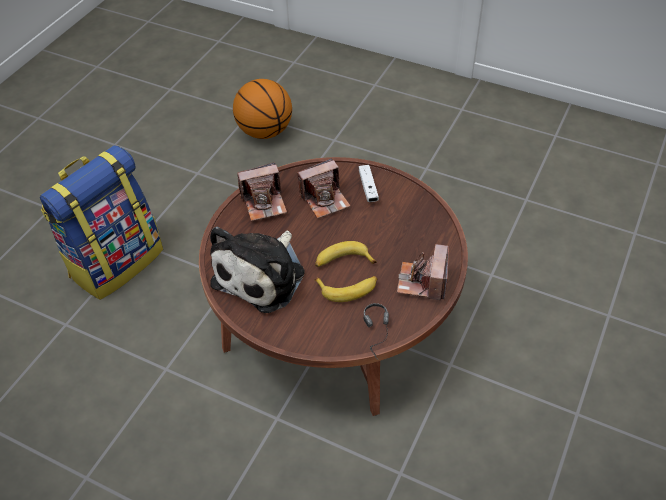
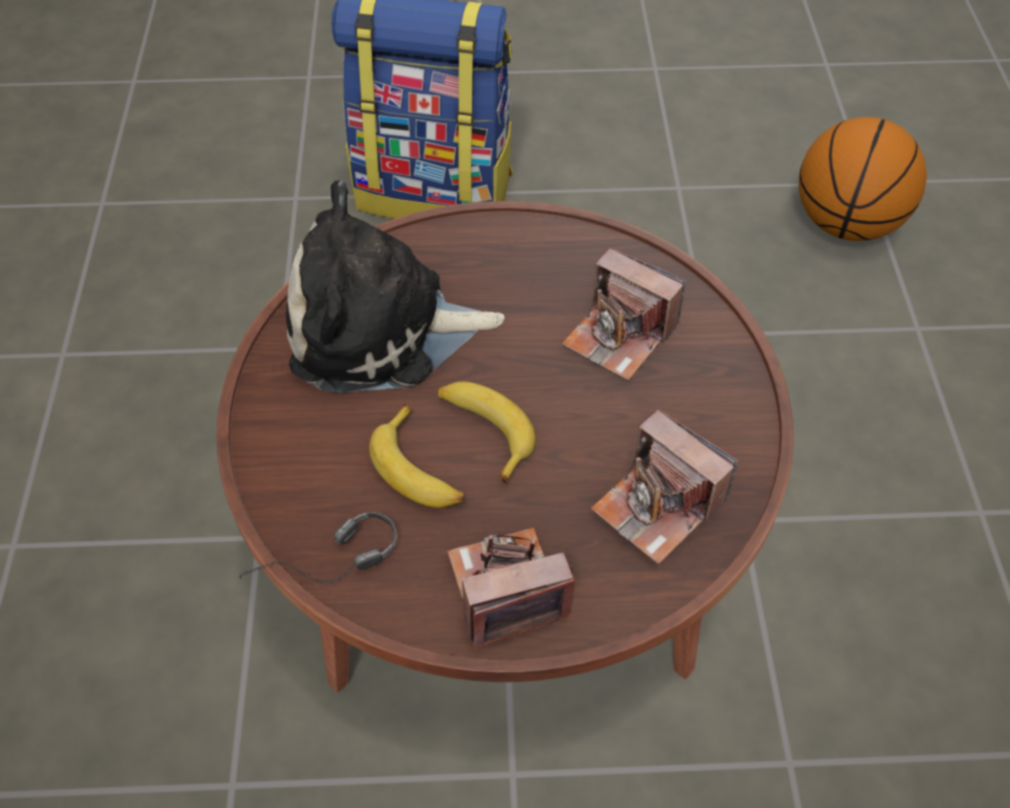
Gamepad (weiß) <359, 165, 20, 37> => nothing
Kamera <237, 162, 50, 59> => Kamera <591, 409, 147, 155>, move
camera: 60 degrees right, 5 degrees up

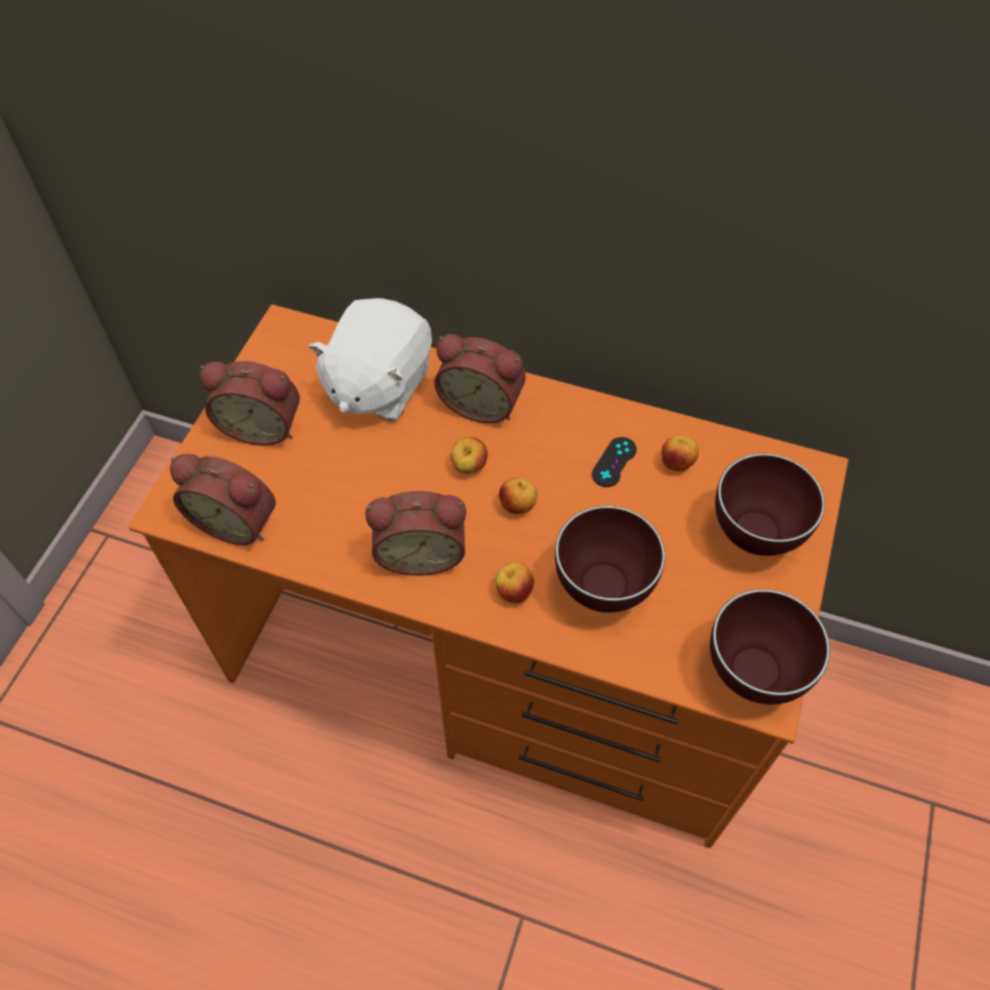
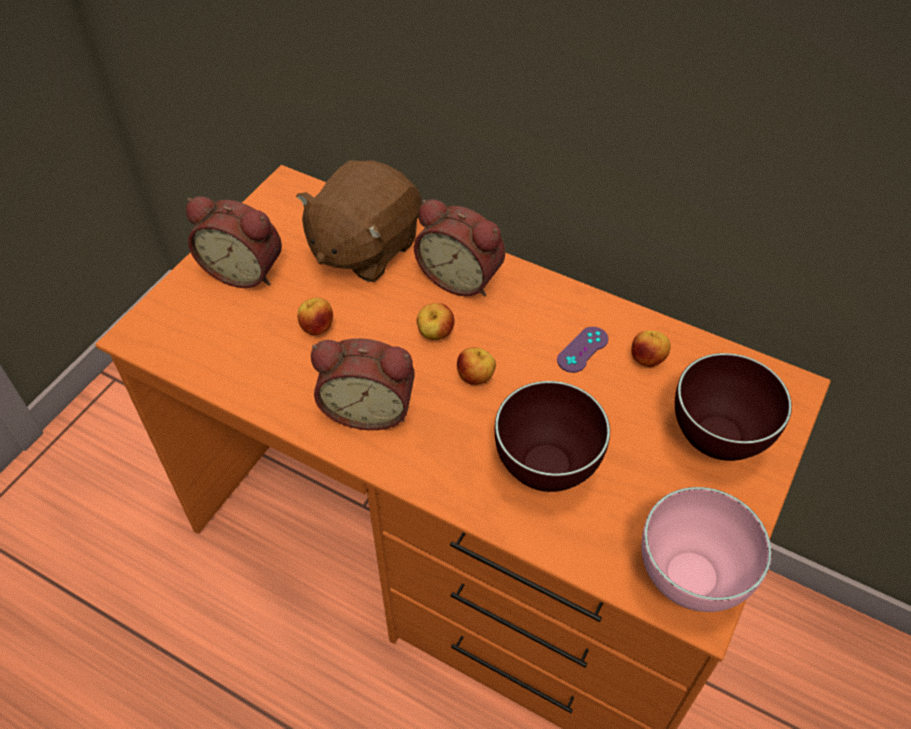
Wecker <170, 454, 106, 91> => nothing
Apfel <495, 562, 39, 41> => Apfel <297, 298, 36, 37>, move
Plüschtier (weiß) <308, 298, 124, 123> => Plüschtier (braun) <296, 160, 125, 122>
Gamepad (schwarz) <592, 437, 45, 50> => Gamepad (lila) <557, 327, 51, 46>
Schüssel (braun) <710, 589, 120, 115> => Schüssel (rosa) <641, 487, 131, 125>
camera: 10 degrees right, 5 degrees down

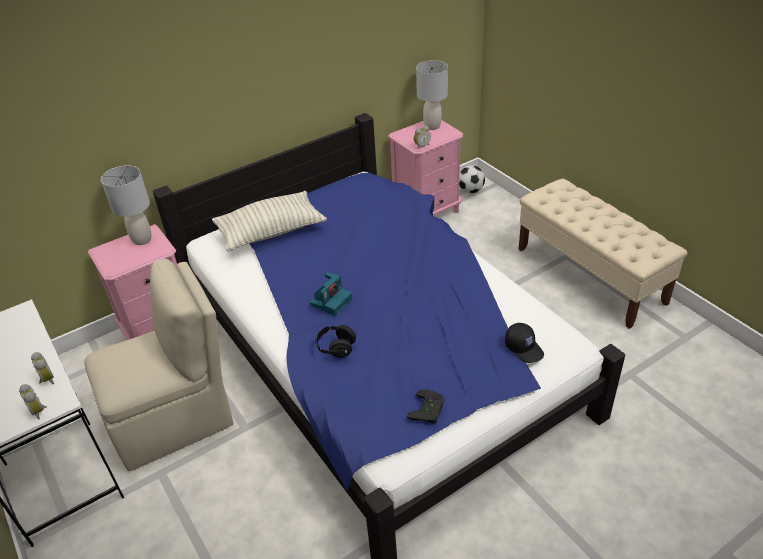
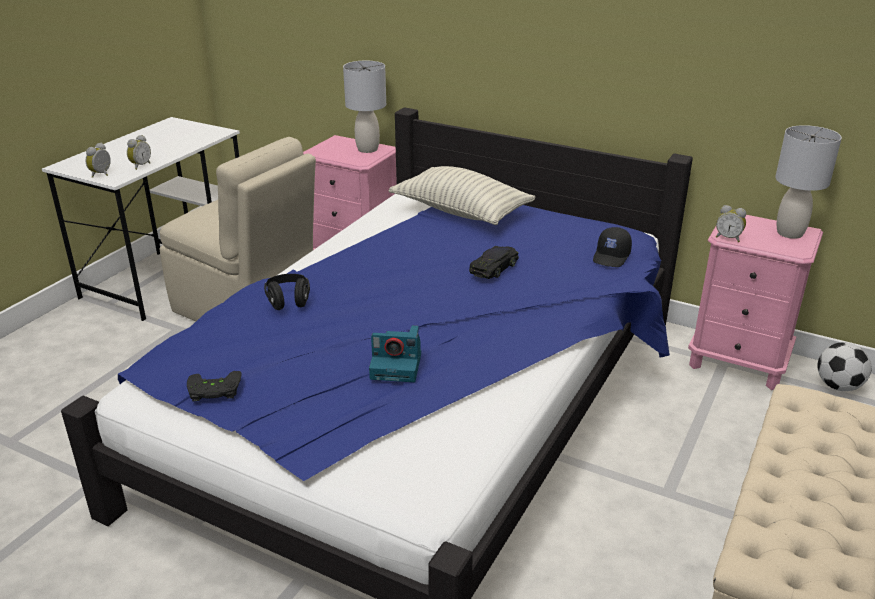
nothing => Spielzeugauto (schwarz) <469, 246, 50, 33>
Kamera <310, 272, 42, 44> => Kamera <369, 325, 52, 57>, move
Kappe (schwarz) <505, 323, 39, 40> => Kappe (schwarz) <593, 227, 39, 40>, move
camera: 60 degrees right, 10 degrees down

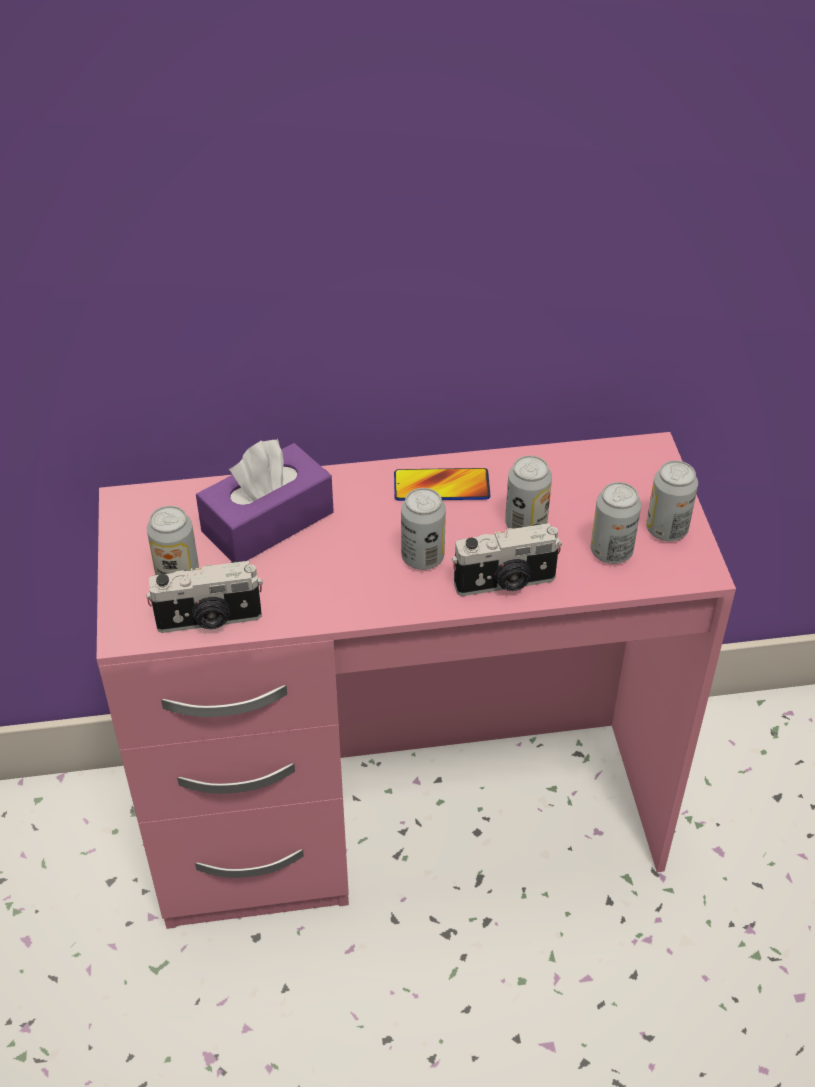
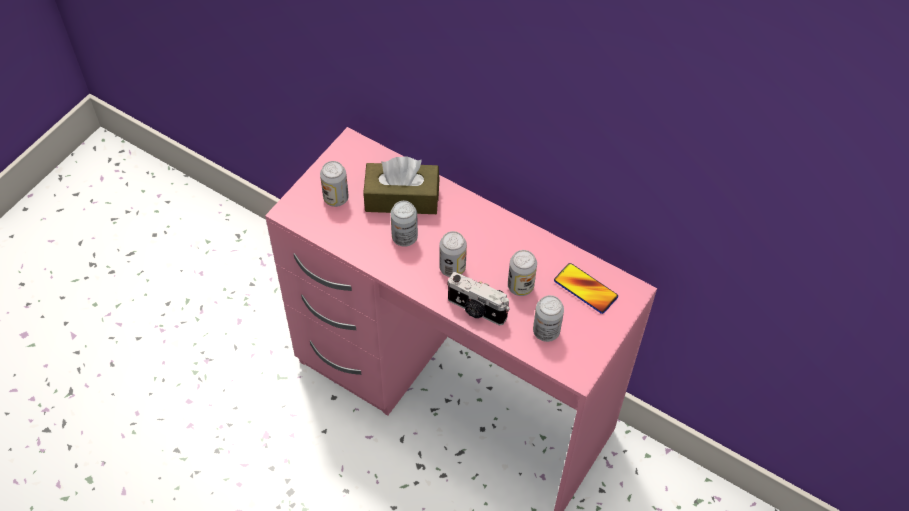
Kamera <146, 561, 117, 72> => nothing
Handy <394, 468, 96, 33> => Handy <554, 263, 64, 51>, move
Dose <646, 461, 52, 80> => Dose <391, 201, 27, 46>, move
Taschentuchbox (lila) <196, 439, 138, 123> => Taschentuchbox (braun) <363, 157, 77, 57>
camera: 40 degrees right, 10 degrees up

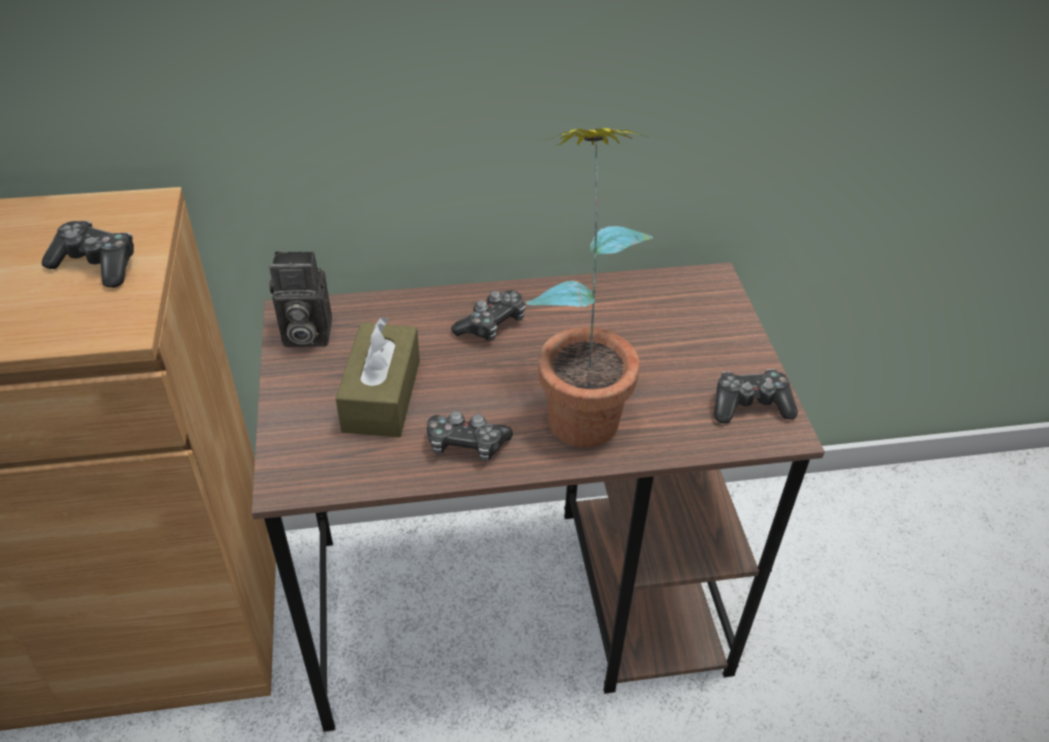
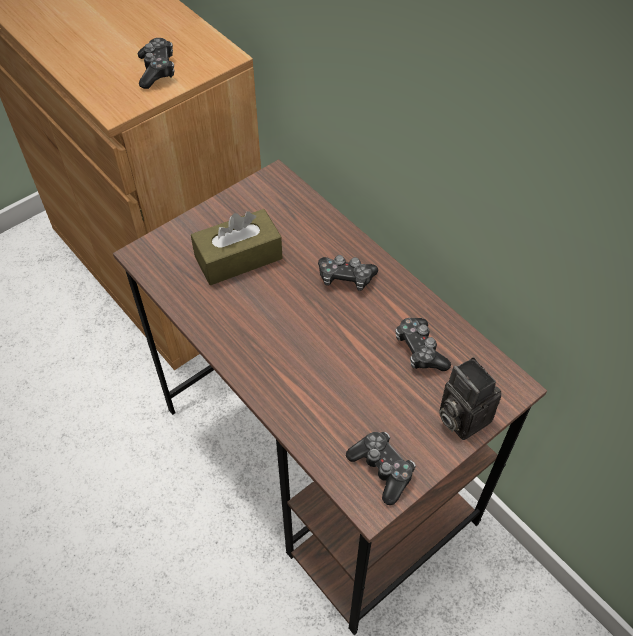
Topfpflanze <526, 128, 127, 320> => nothing
Kamera <269, 251, 63, 96> => Kamera <439, 357, 62, 83>, move
Gamepad <427, 411, 86, 51> => Gamepad <395, 318, 56, 53>, move
camera: 60 degrees right, 10 degrees up

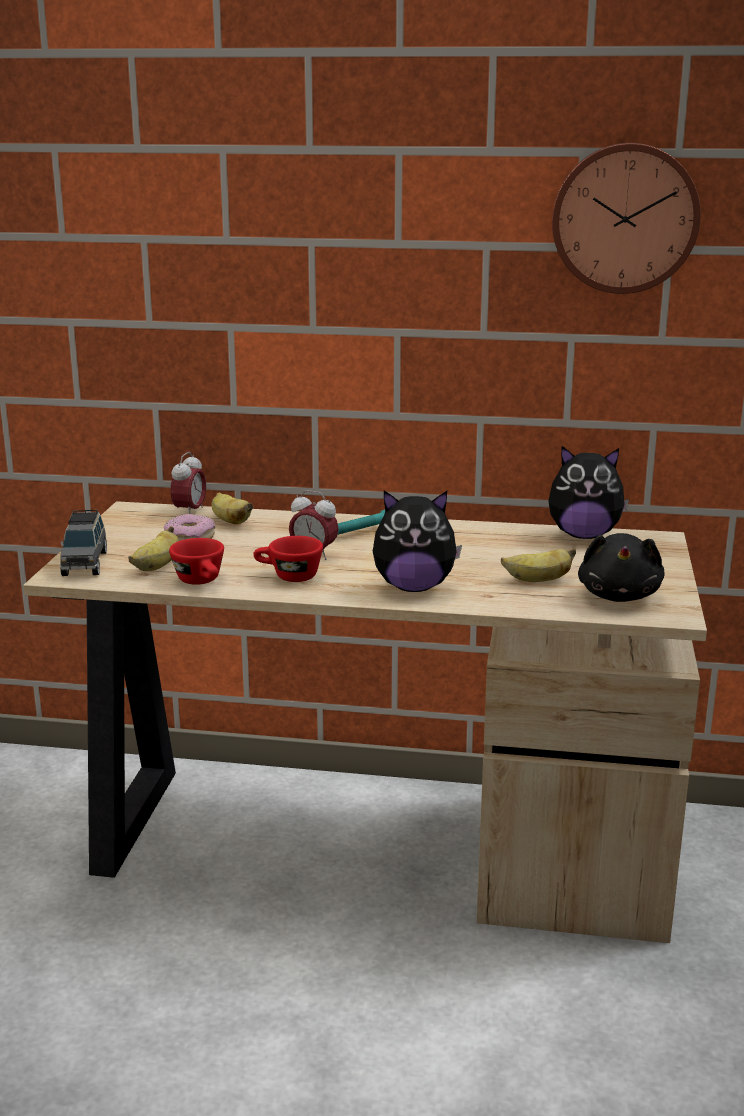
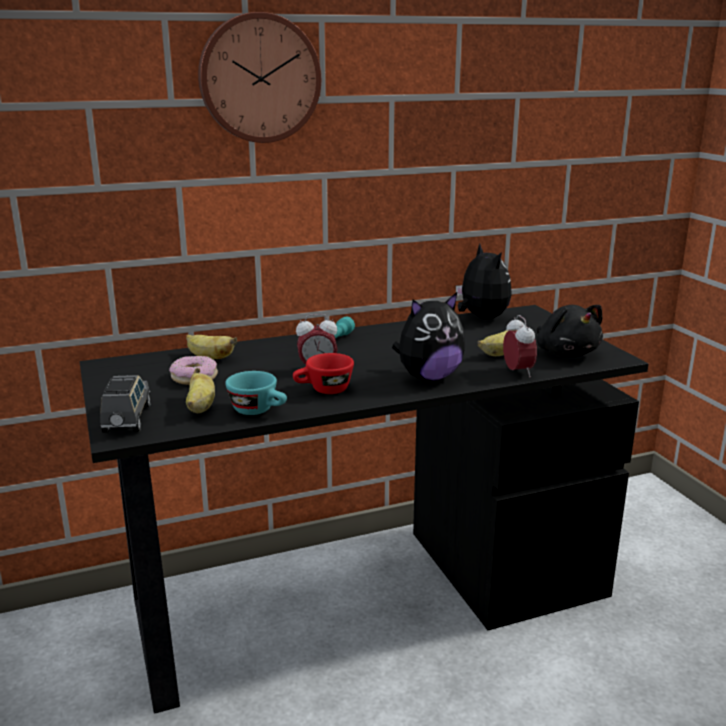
Wecker <171, 452, 35, 62> => Wecker <503, 315, 34, 62>, move
Wanduhr <552, 143, 149, 151> => Wanduhr <198, 12, 123, 131>, move
Schreibtisch (beige) <23, 501, 684, 442> => Schreibtisch (schwarz) <79, 305, 570, 409>
Tasse (rot) <169, 538, 55, 47> => Tasse (türkis) <225, 371, 62, 44>
Spielzeugauto (grau) <60, 510, 47, 66> => Spielzeugauto (grau) <100, 375, 51, 58>, 150 degrees counterclockwise
Plüschtier <548, 446, 81, 93> => Plüschtier <456, 244, 56, 75>, 90 degrees counterclockwise
camera: 30 degrees left, 0 degrees up

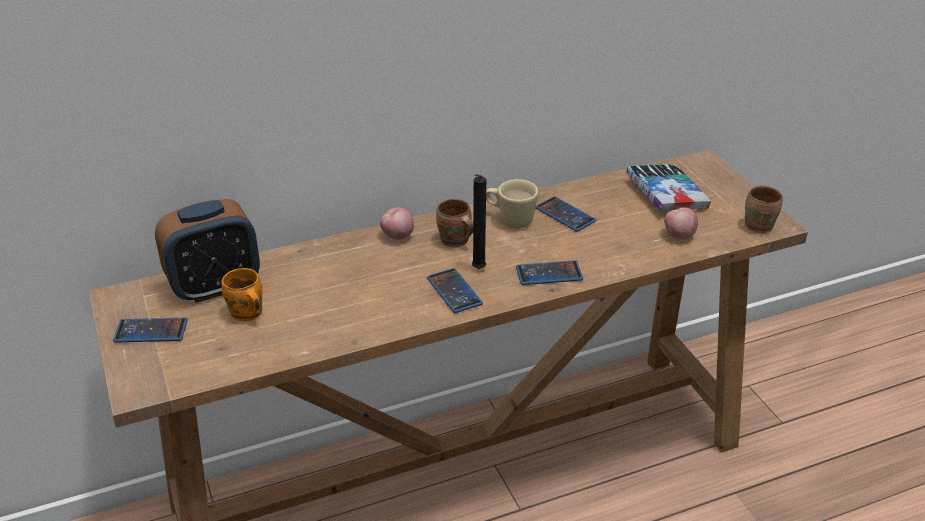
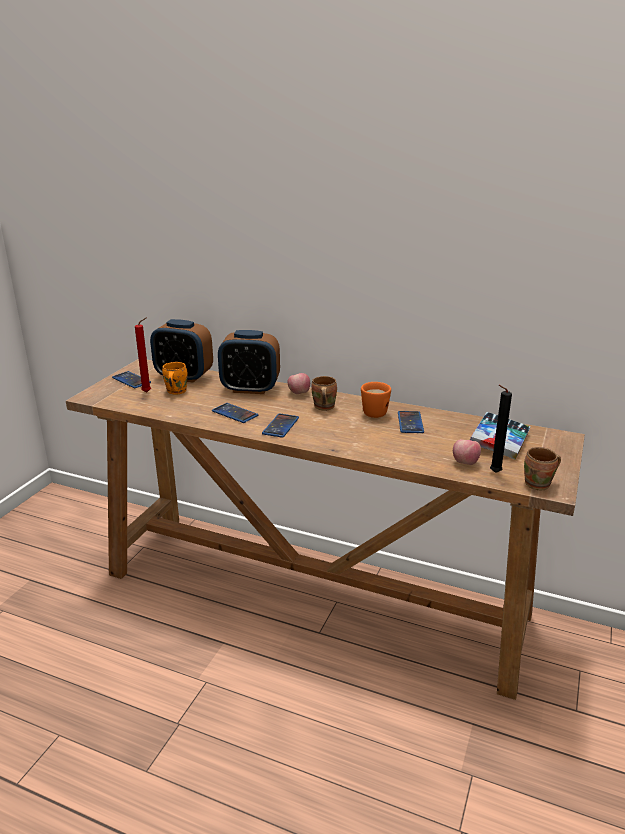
nothing => Kerze (rot) <135, 318, 16, 75>
nothing => Wecker <218, 330, 62, 64>
Kerze (schwarz) <472, 174, 14, 95> => Kerze (schwarz) <490, 385, 22, 88>, move
Handy <516, 260, 67, 25> => Handy <212, 403, 46, 20>, move
Henkelbecher (beige) <486, 179, 52, 50> => Henkelbecher (orange) <361, 382, 30, 36>
camera: 45 degrees right, 10 degrees down

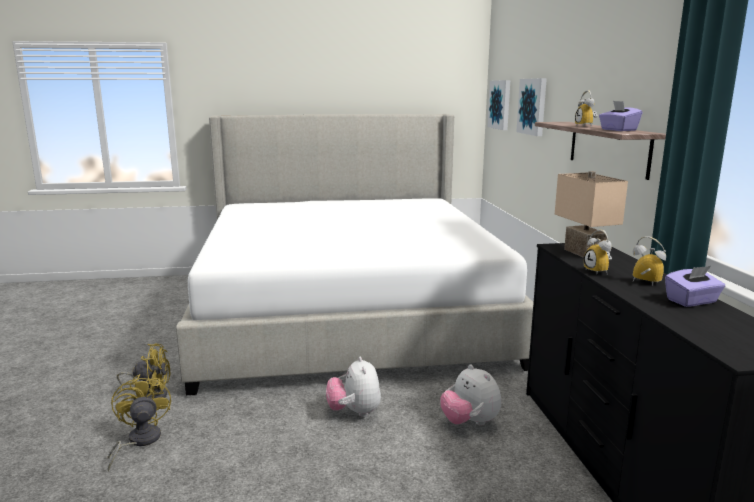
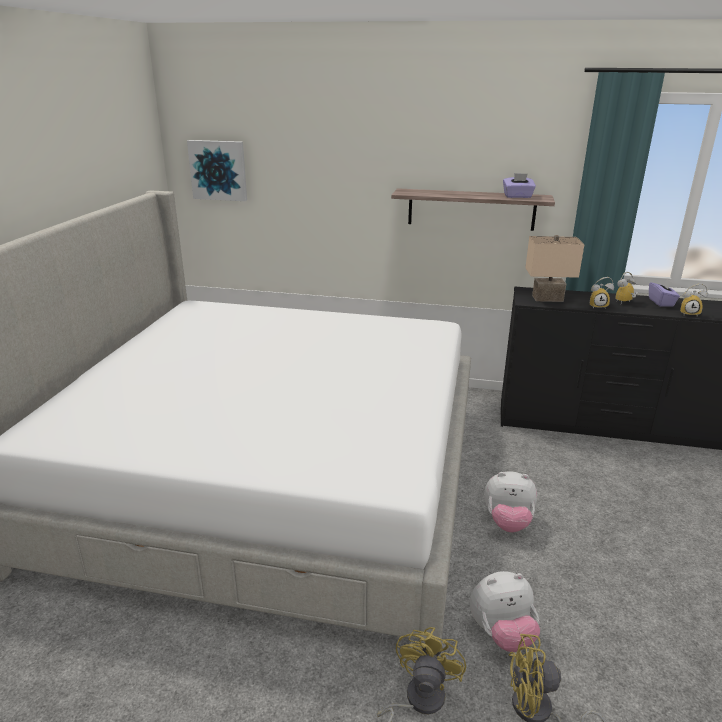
Bild <516, 78, 31, 58> => nothing
Plüschtier <440, 364, 61, 62> => Plüschtier <470, 571, 70, 81>, move
Wecker <575, 90, 23, 37> => Wecker <680, 284, 28, 32>, move
camera: 70 degrees left, 10 degrees up

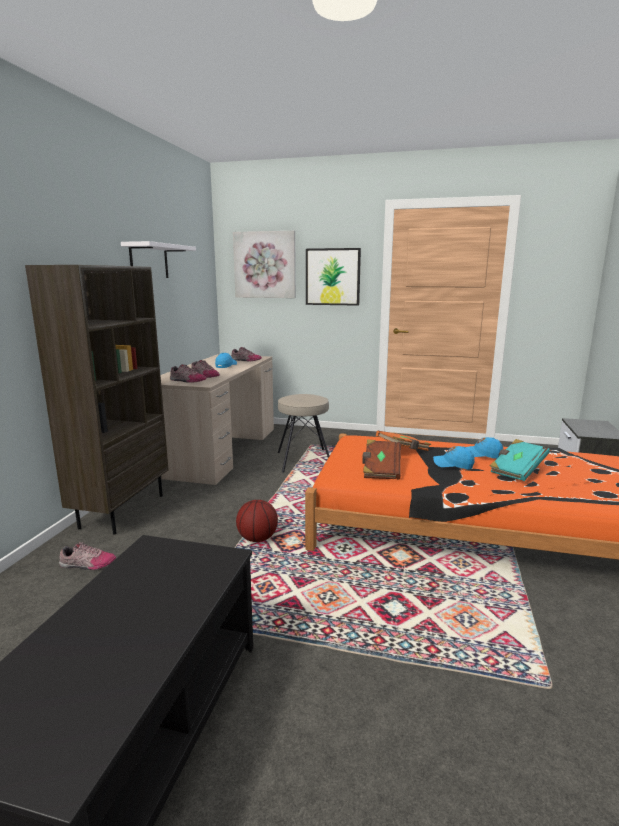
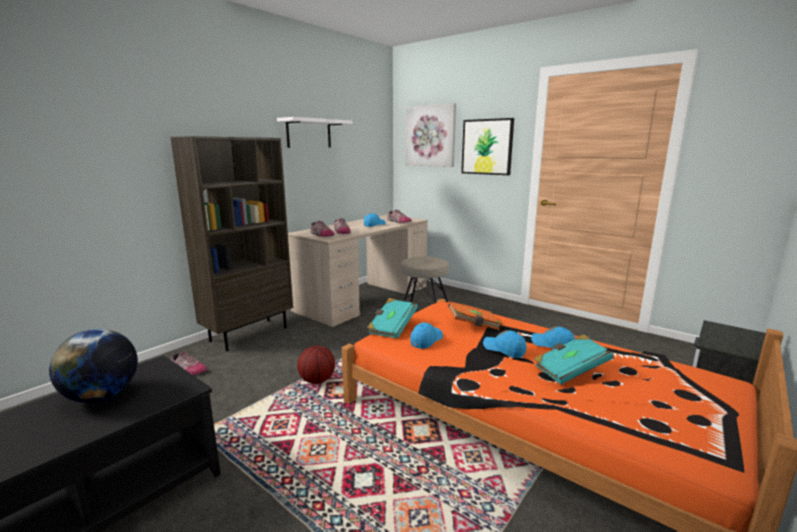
nothing => Globus <49, 329, 89, 74>
nothing => Buch (türkis) <367, 298, 51, 41>
Buch (braun) <362, 439, 39, 41> => Kappe (blau) <410, 322, 33, 27>
camera: 25 degrees right, 0 degrees up

